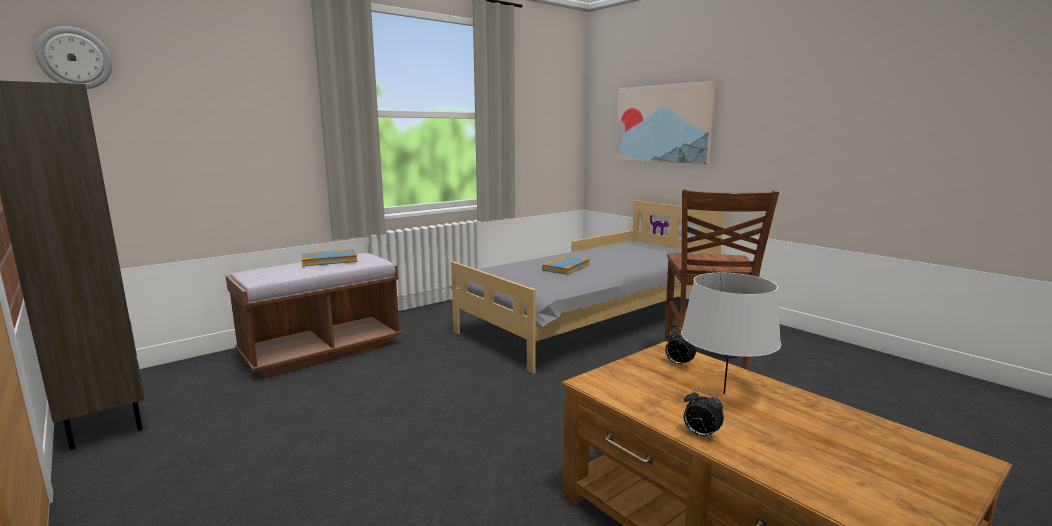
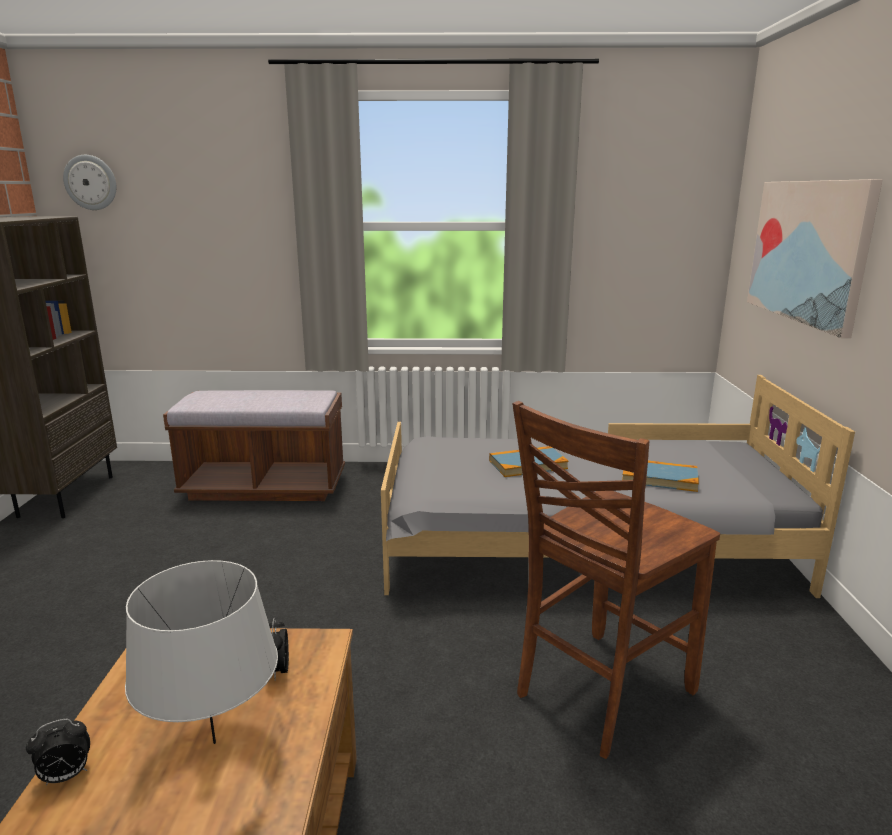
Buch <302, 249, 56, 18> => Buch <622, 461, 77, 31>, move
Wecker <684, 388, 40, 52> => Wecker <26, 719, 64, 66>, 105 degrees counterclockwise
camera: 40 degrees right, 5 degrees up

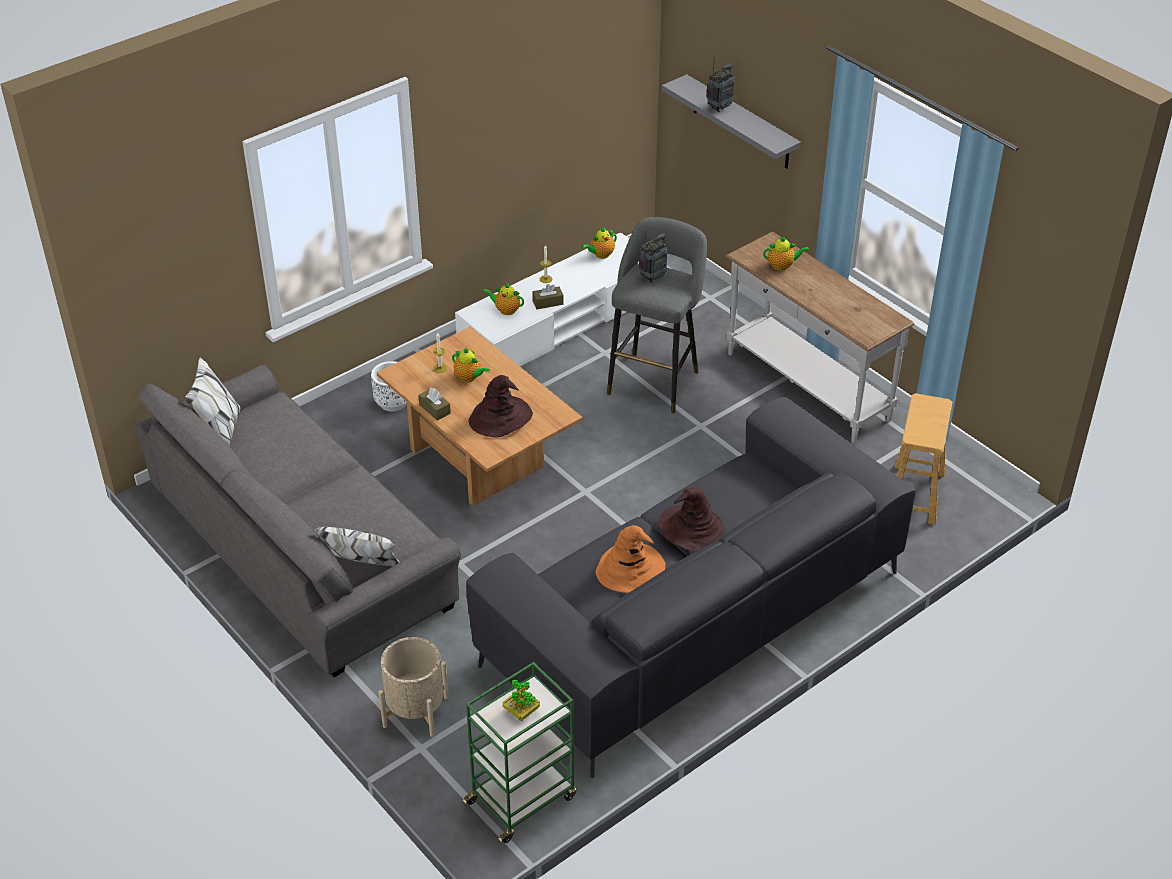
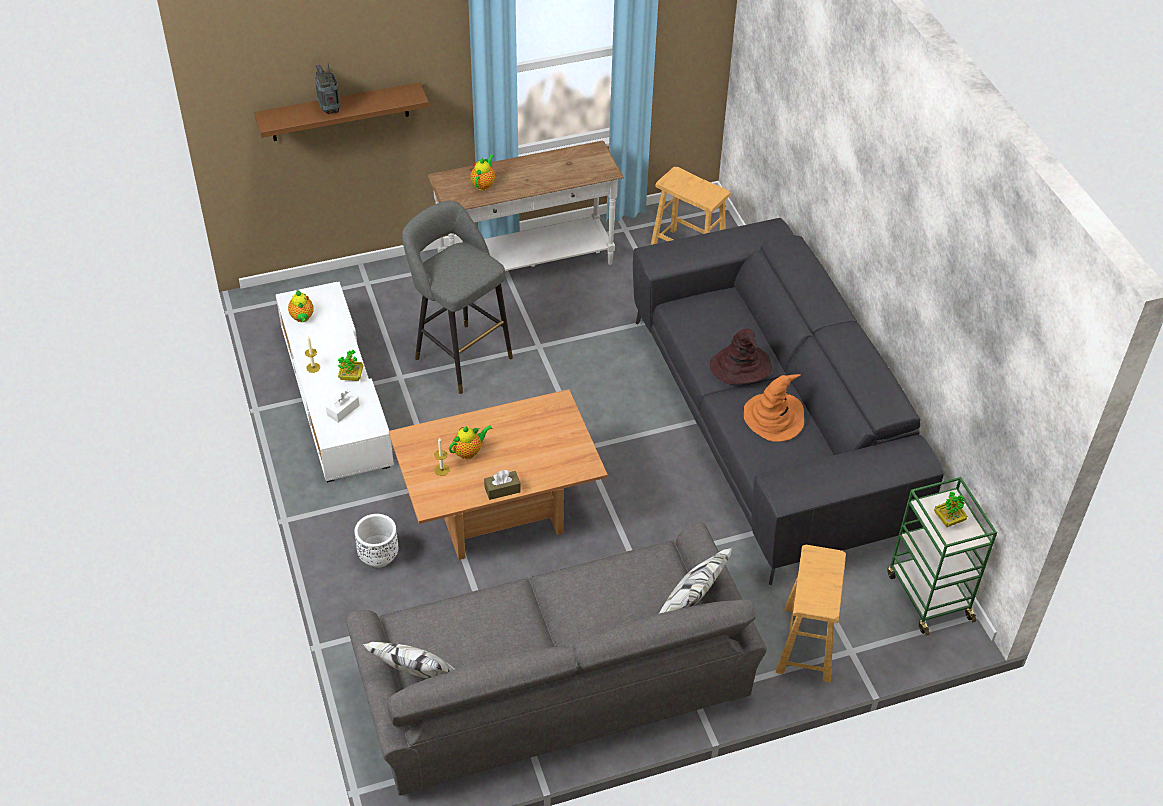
Hut (braun) <469, 375, 64, 62> => nothing
Radio <639, 230, 28, 53> => nothing
Pflanzkübel (beige) <379, 637, 70, 100> => Hocker (braun) <776, 545, 70, 138>
Teekanne <483, 282, 41, 33> => Taschentuchbox (weiß) <326, 390, 33, 33>
Taschentuchbox (braun) <532, 284, 32, 25> => Topfpflanze <338, 350, 25, 31>
Wandregal (grau) <662, 74, 139, 95> => Wandregal (braun) <254, 82, 175, 59>
camera: 70 degrees left, 5 degrees up

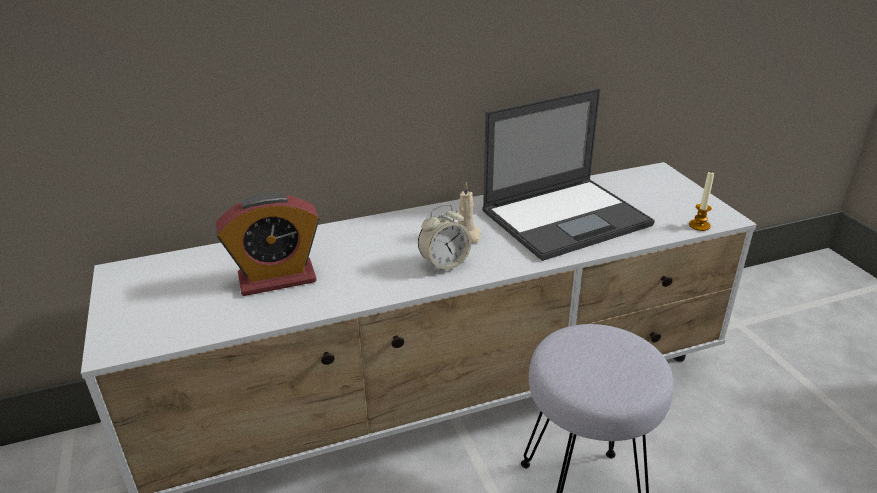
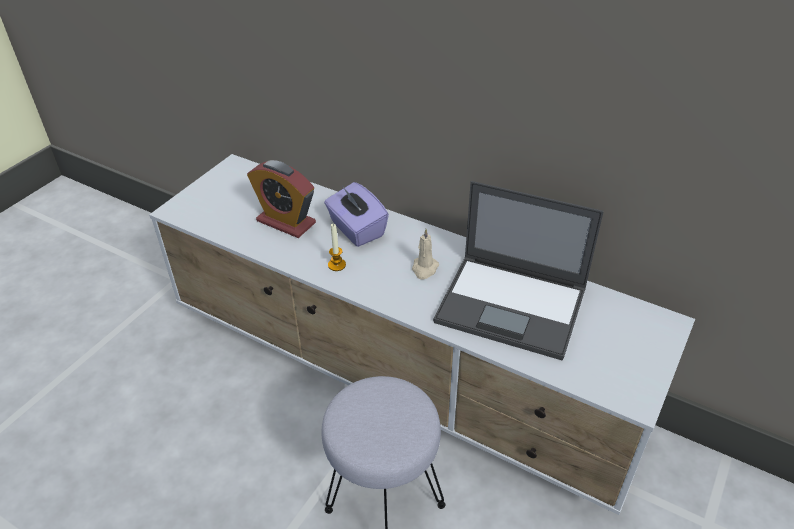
Wecker <418, 204, 53, 69> => nothing
nothing => Taschentuchbox (lila) <324, 182, 65, 65>
Kerze <689, 171, 25, 60> => Kerze <328, 224, 18, 47>, move
camera: 50 degrees right, 10 degrees up

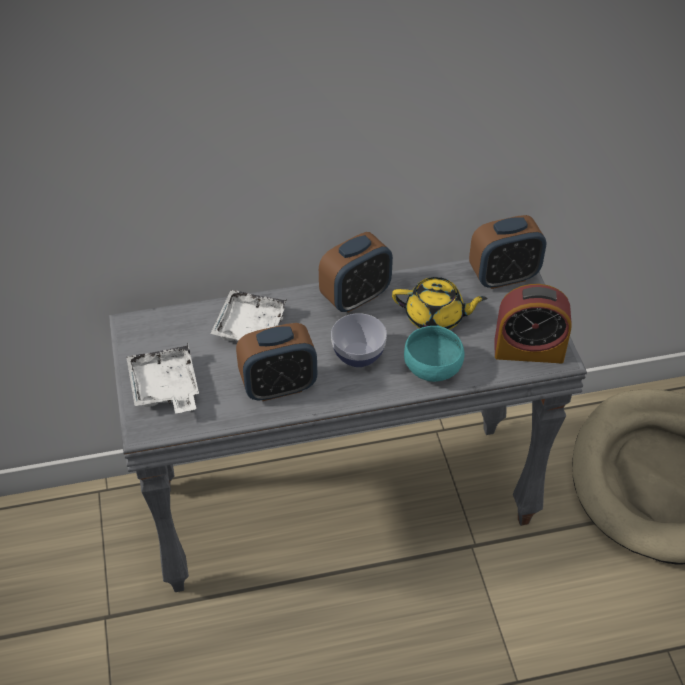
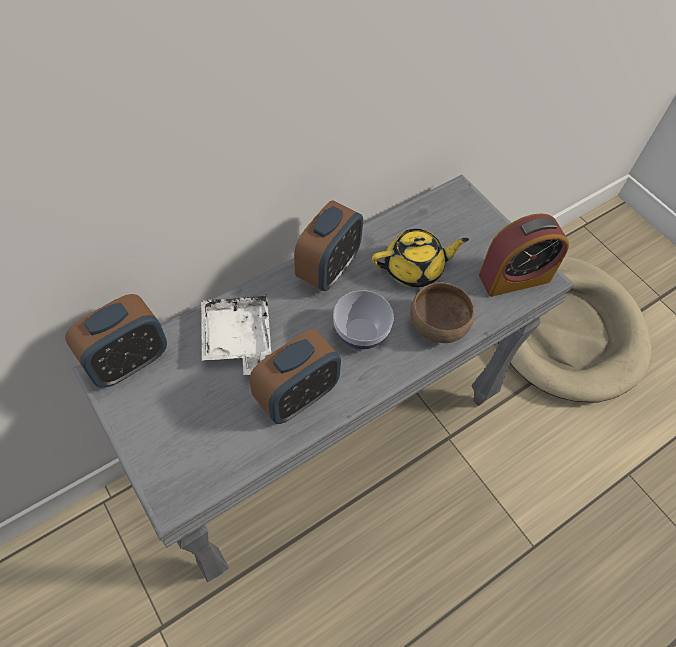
Tablett (weiß) <126, 342, 73, 71> => nothing
Wecker <469, 215, 77, 74> => Wecker <65, 294, 102, 94>, move
Schüssel (türkis) <404, 326, 61, 56> => Schüssel (braun) <410, 282, 64, 61>
camera: 25 degrees left, 10 degrees up

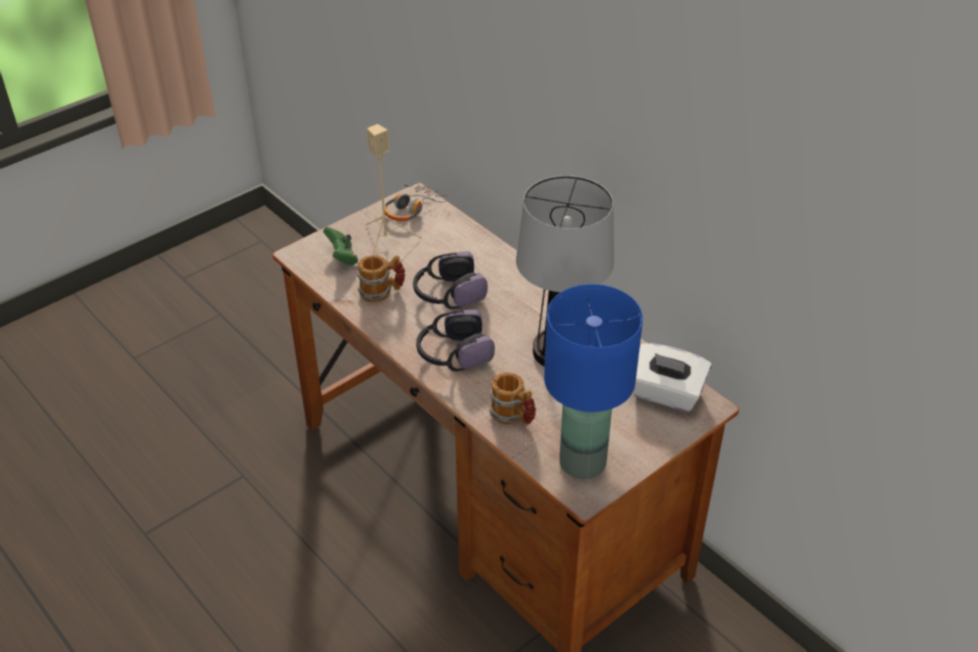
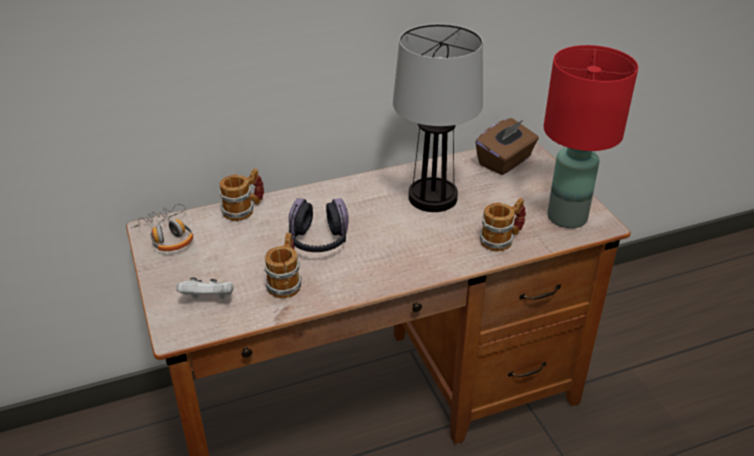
Lautsprecher (beige) <365, 124, 57, 131> => nothing
Kopfhörer <416, 310, 79, 62> => nothing
nothing => Henkelbecher <219, 168, 45, 53>
Gamepad (grün) <323, 227, 35, 38> => Gamepad (weiß) <177, 277, 56, 22>
Tischlampe (blau) <544, 284, 99, 195> => Tischlampe (rot) <544, 45, 94, 183>
Taschentuchbox (weiß) <633, 343, 79, 69> => Taschentuchbox (braun) <476, 118, 63, 57>
camera: 70 degrees left, 5 degrees down

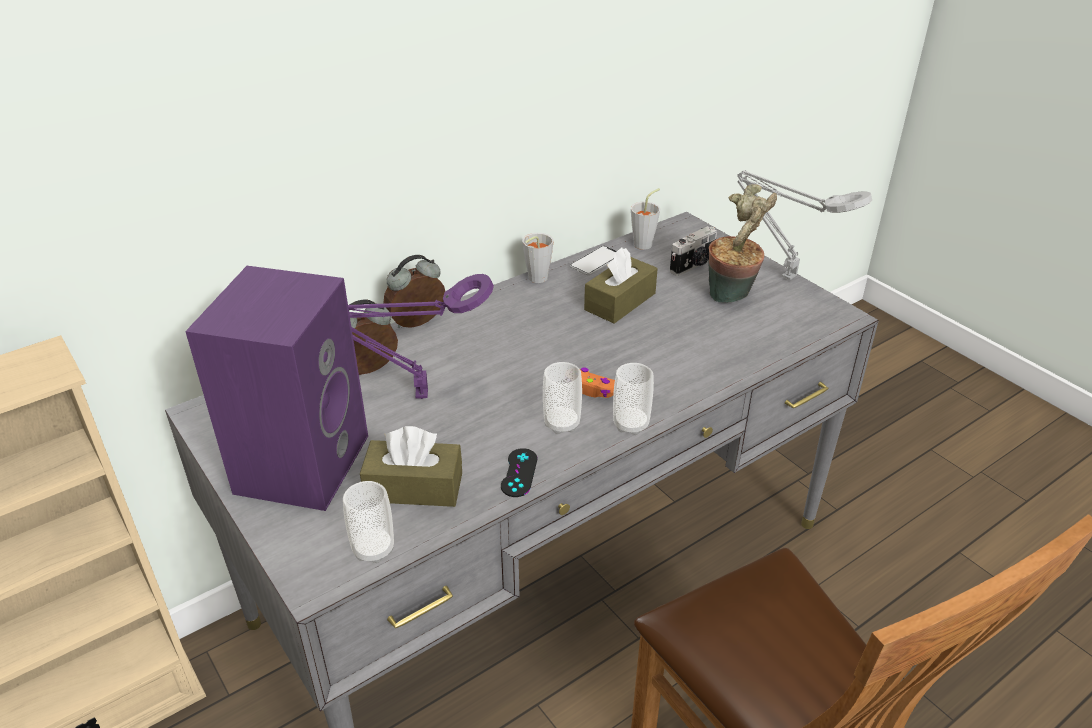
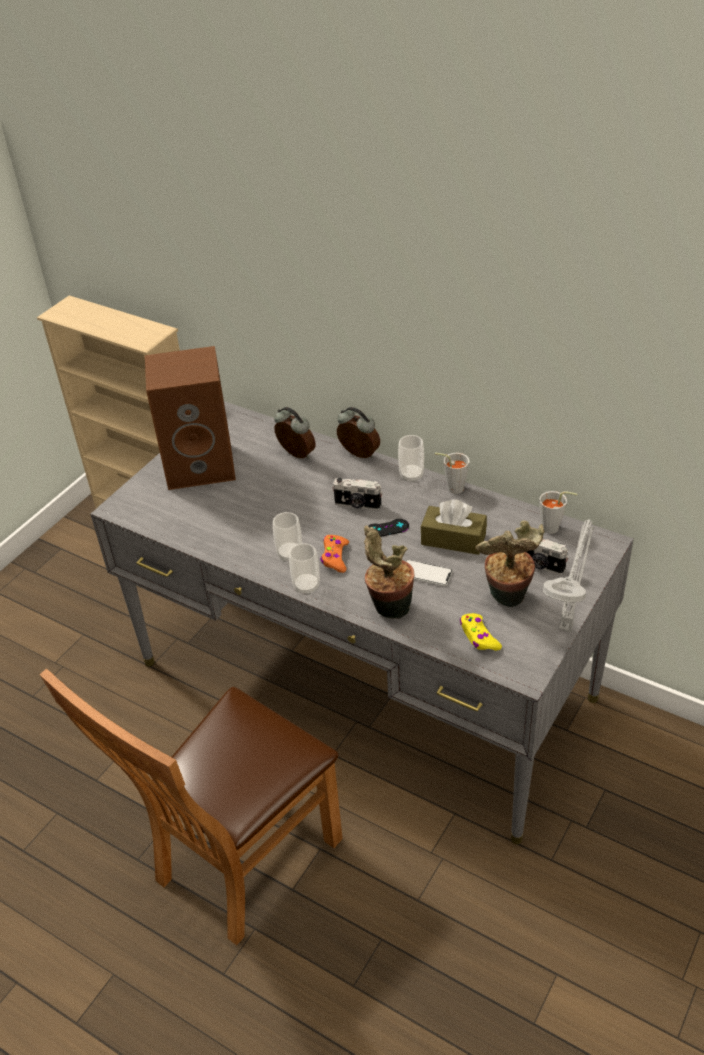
Tischlampe (lila) <348, 274, 146, 125> => nothing
Taschentuchbox (braun) <360, 426, 102, 81> => nothing
nothing => Kamera <332, 478, 50, 32>
nothing => Topfpflanze <364, 526, 50, 93>
nothing => Gamepad (gelb) <460, 613, 42, 38>
Tasse <343, 481, 51, 82> => Tasse <398, 435, 26, 47>, move
Gamepad (schwarz) <501, 448, 36, 49> => Gamepad (schwarz) <368, 519, 41, 18>, move
Handy <570, 246, 47, 29> => Handy <406, 559, 47, 27>, move
Lautsprecher (lila) <185, 266, 183, 245> => Lautsprecher (braun) <145, 346, 91, 144>
camera: 70 degrees right, 5 degrees up

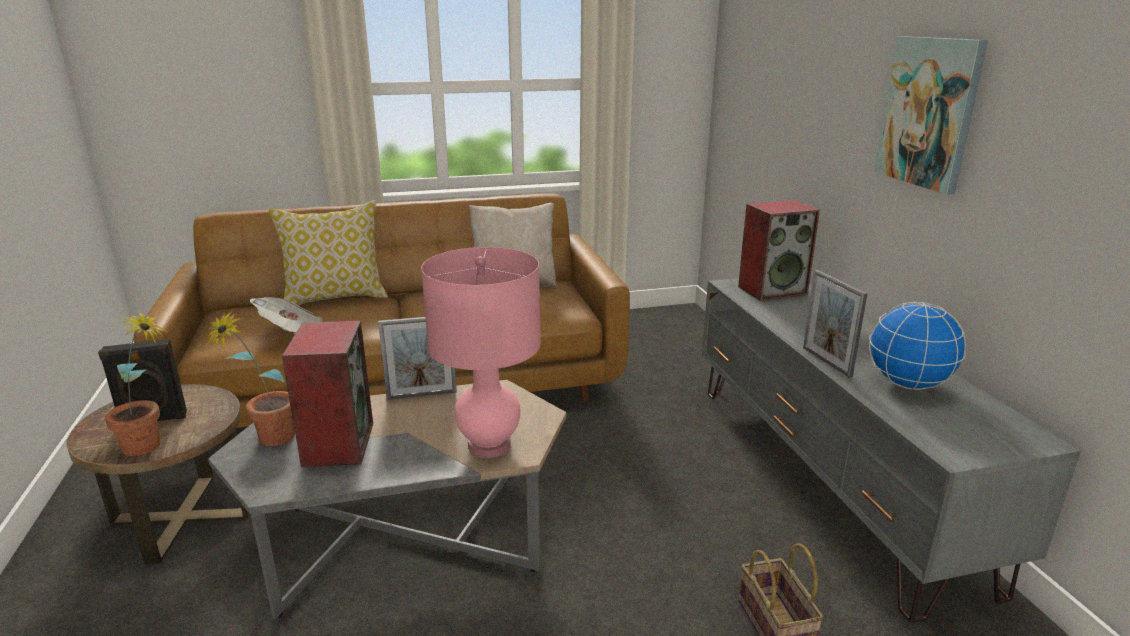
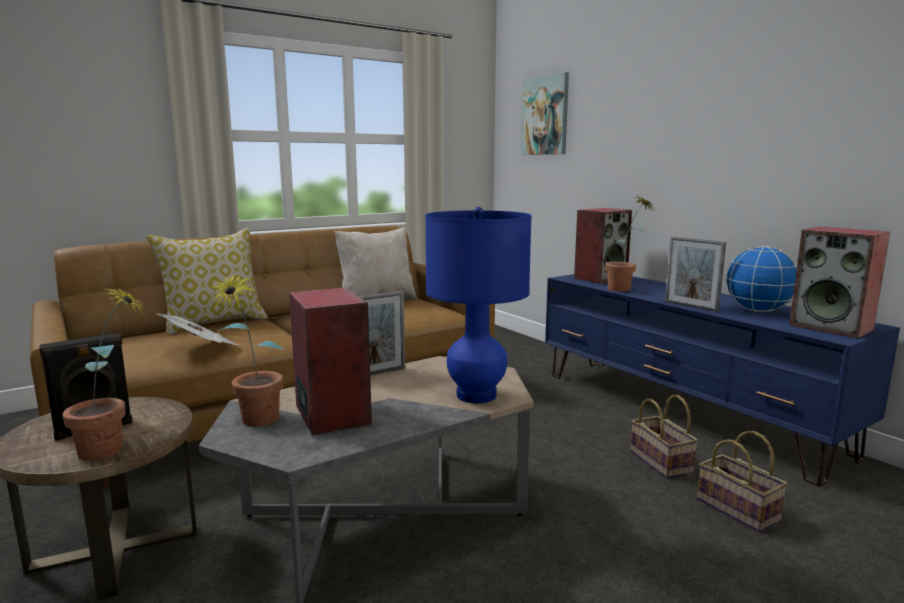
nothing => Topfpflanze <605, 197, 51, 95>
nothing => Korb <630, 395, 68, 83>
nothing => Lautsprecher <789, 227, 101, 112>
Bild <874, 36, 114, 159> => Bild <521, 72, 48, 83>, move
Tischlampe (rosa) <421, 247, 120, 211> => Tischlampe (blau) <425, 207, 107, 196>
Fernsehschrank (grau) <702, 278, 379, 344> => Fernsehschrank (blau) <545, 274, 355, 212>
camera: 20 degrees left, 10 degrees down

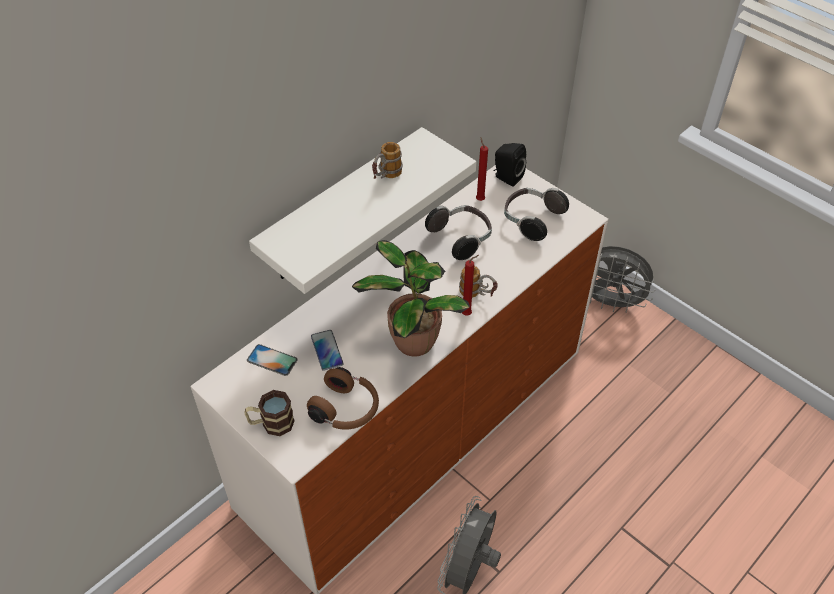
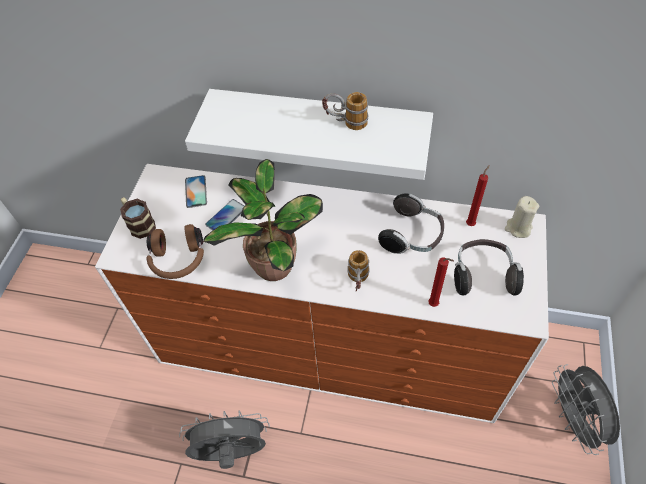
Kerze (rot) <462, 255, 17, 61> => Kerze (rot) <428, 257, 26, 50>, move
Lautsprecher (schwarz) <493, 143, 33, 44> => Kerze (beige) <505, 196, 34, 42>
camera: 60 degrees right, 5 degrees up

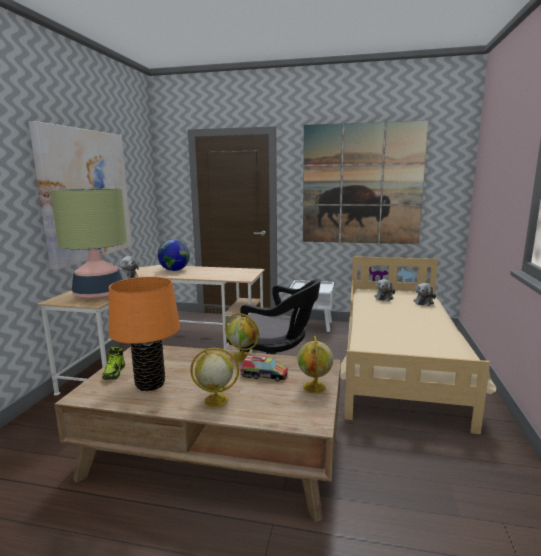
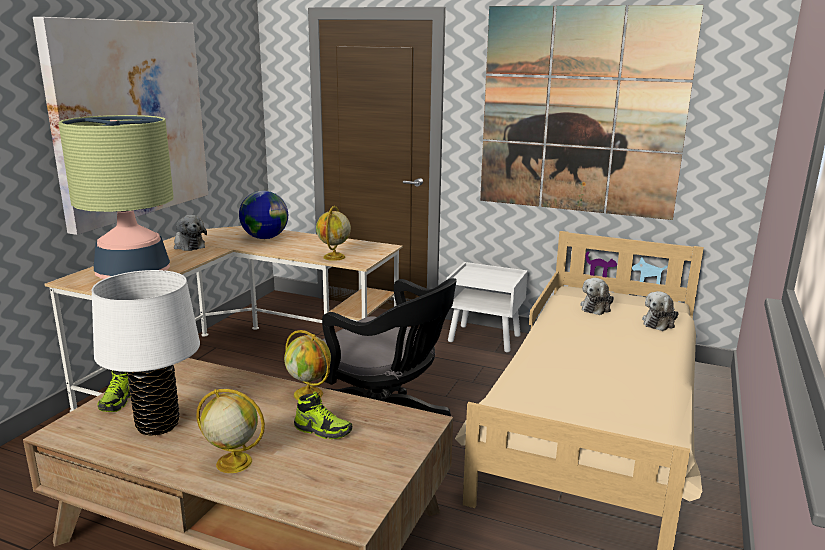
Globus <297, 336, 36, 57> => Globus <316, 206, 35, 55>, move
Spielzeuglaster <240, 356, 48, 25> => Schuh <294, 392, 58, 47>
Tischlampe (orange) <109, 277, 71, 114> => Tischlampe (weiß) <92, 270, 108, 166>
camera: 10 degrees right, 5 degrees up

